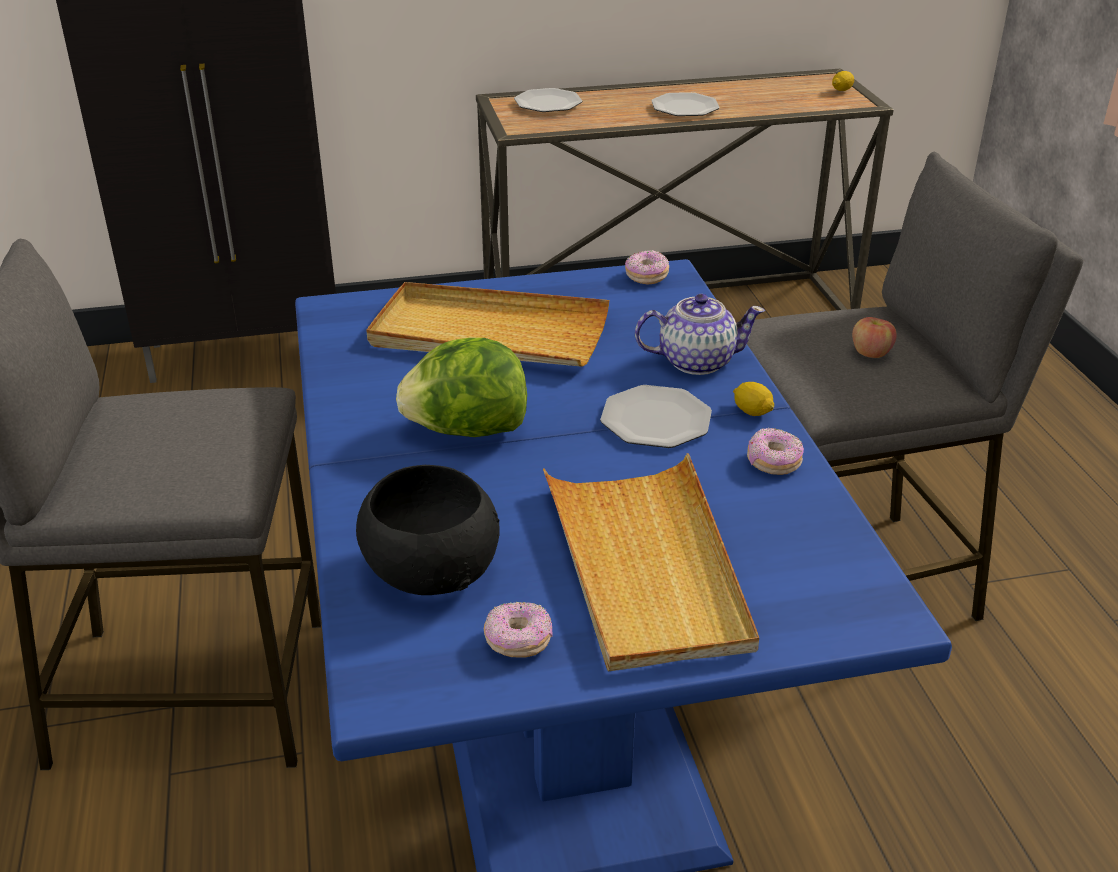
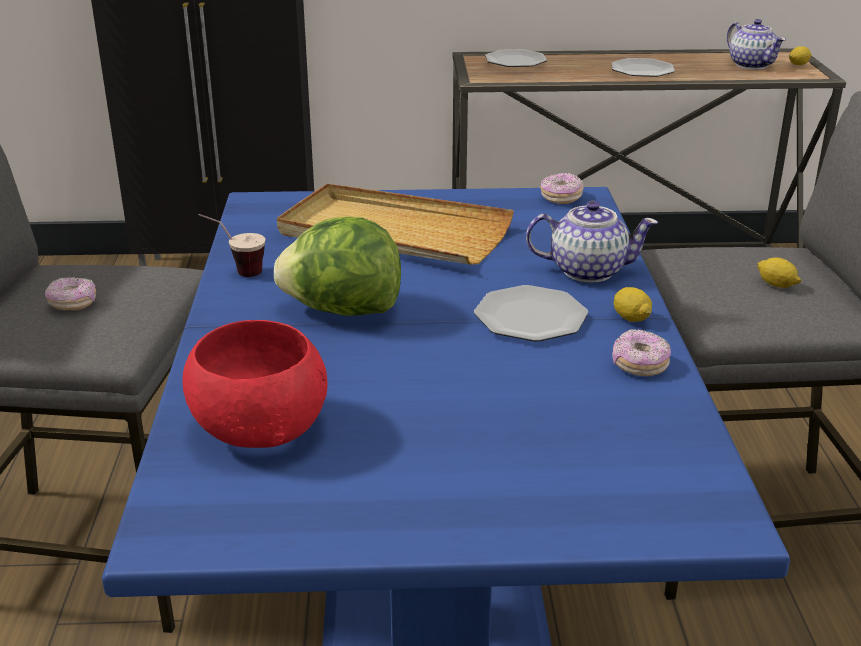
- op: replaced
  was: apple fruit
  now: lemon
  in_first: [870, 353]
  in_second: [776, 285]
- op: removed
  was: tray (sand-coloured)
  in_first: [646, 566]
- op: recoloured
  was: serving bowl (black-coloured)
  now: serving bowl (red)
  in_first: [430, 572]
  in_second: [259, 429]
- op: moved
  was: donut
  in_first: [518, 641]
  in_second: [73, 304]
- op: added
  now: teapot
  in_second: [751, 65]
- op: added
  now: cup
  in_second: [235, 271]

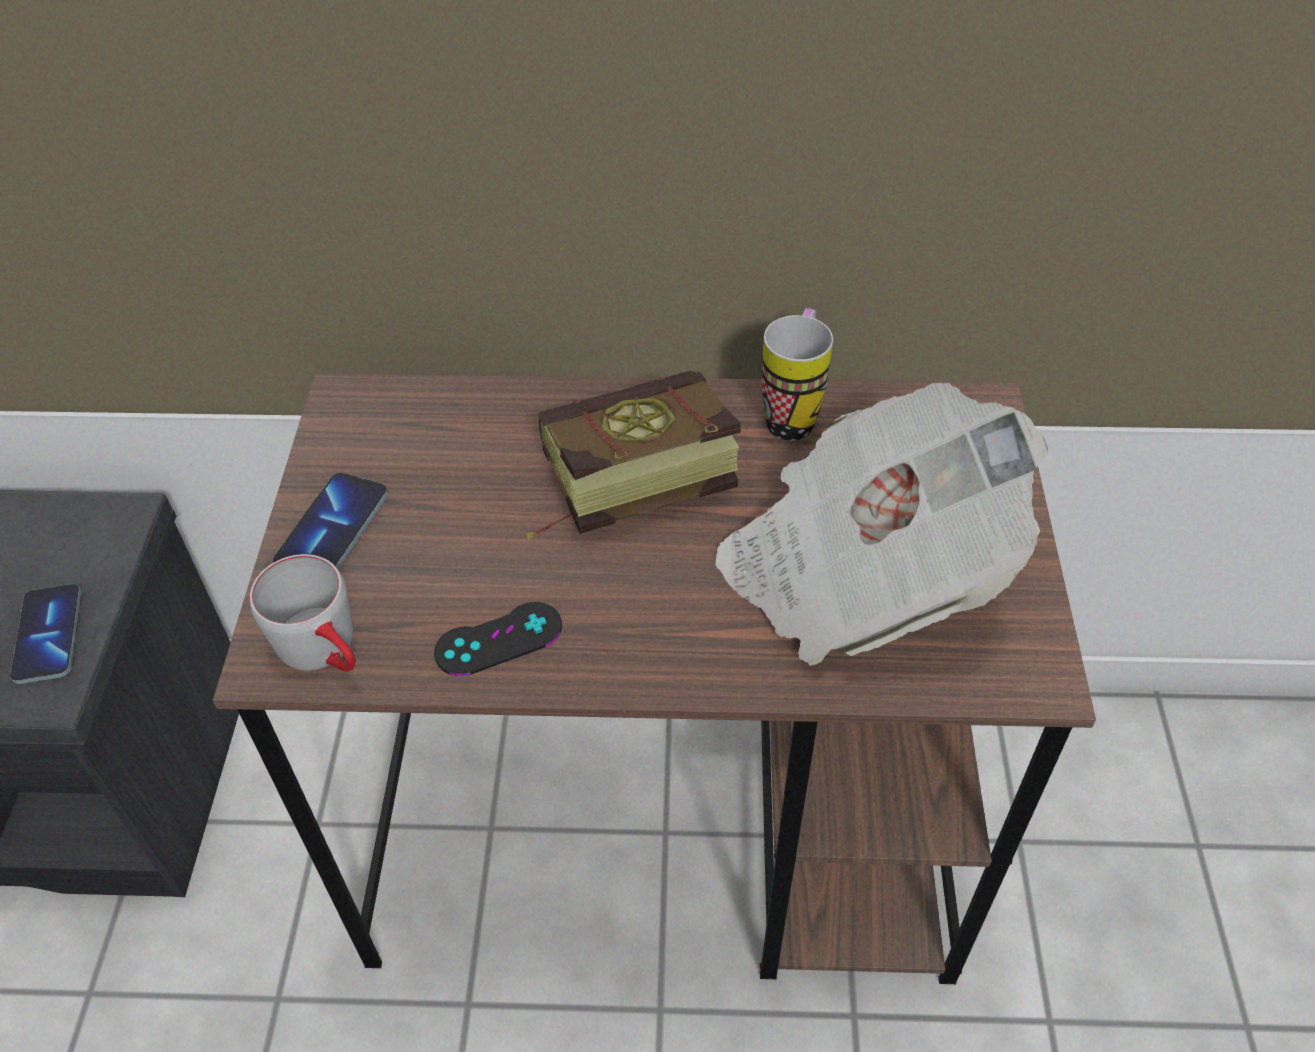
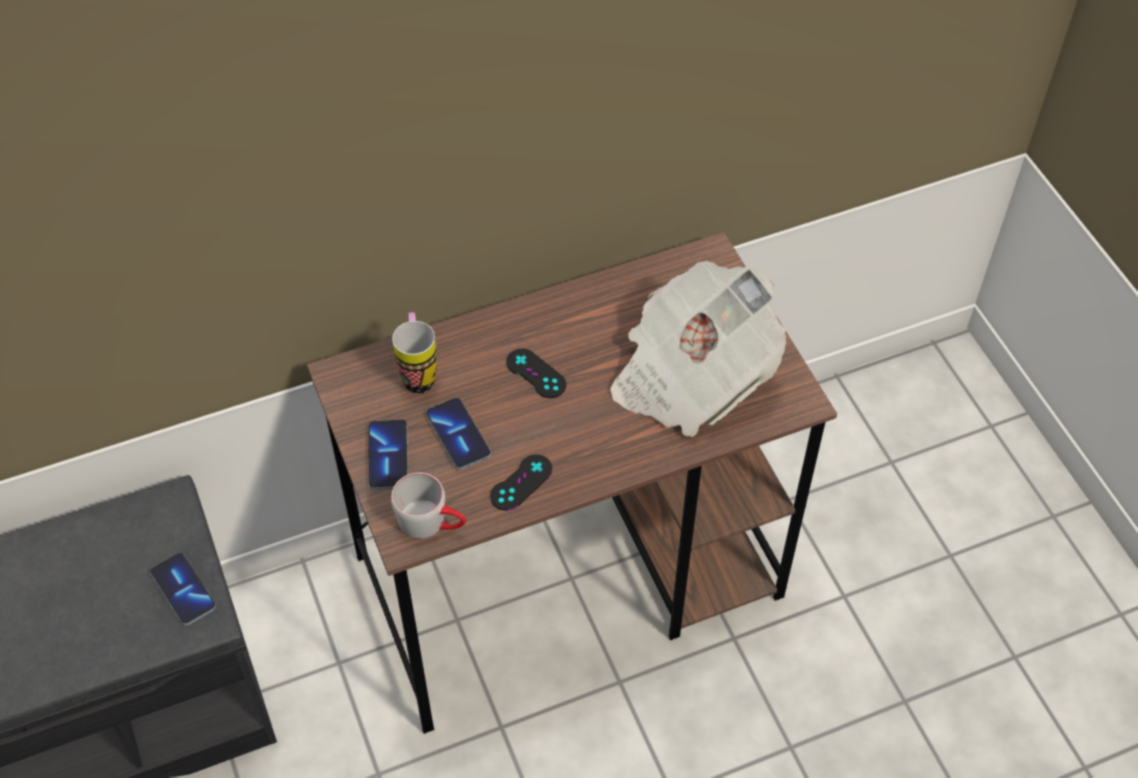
- op: moved
  was: coffee mug
  in_first: [793, 413]
  in_second: [418, 373]
- op: replaced
  was: volume
  now: game controller (black-coloured)
  in_first: [619, 487]
  in_second: [536, 373]
- op: added
  now: phone
  in_second: [458, 435]

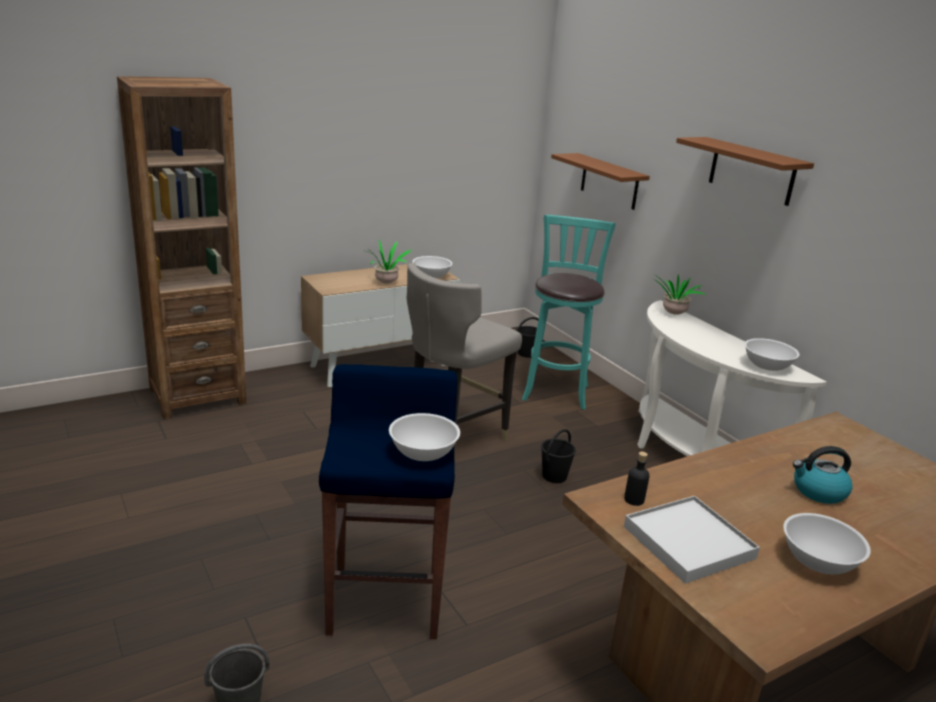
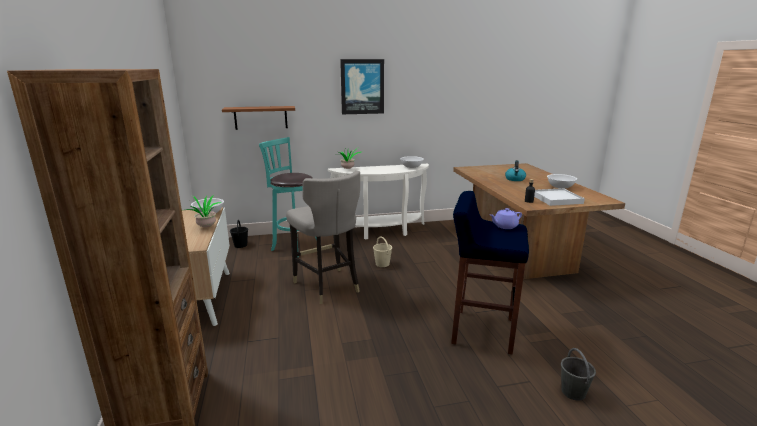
- op: replaced
  was: wall shelf (brown)
  now: wall art
  in_first: [751, 171]
  in_second: [362, 87]
- op: replaced
  was: serving bowl (white-coloured)
  now: teapot (purple)
  in_first: [423, 453]
  in_second: [504, 226]
- op: recoloured
  was: bucket (black-coloured)
  now: bucket (sand-coloured)
  in_first: [554, 476]
  in_second: [382, 264]

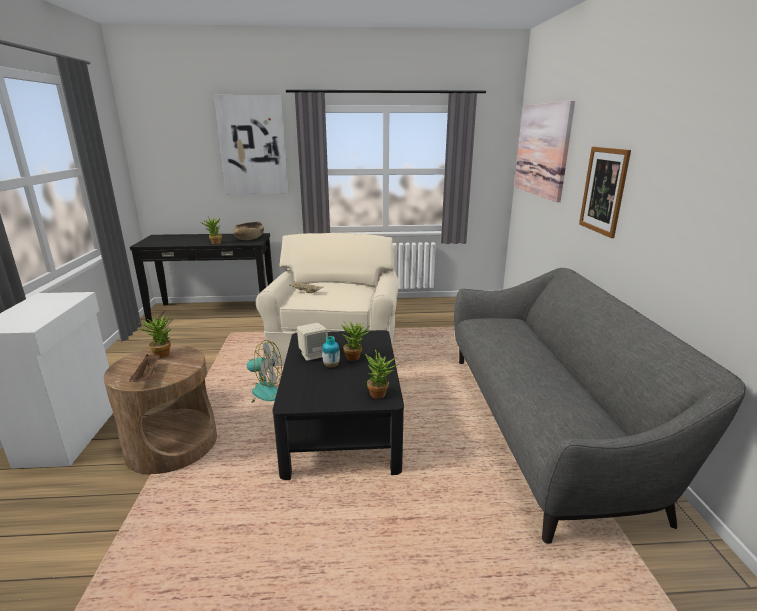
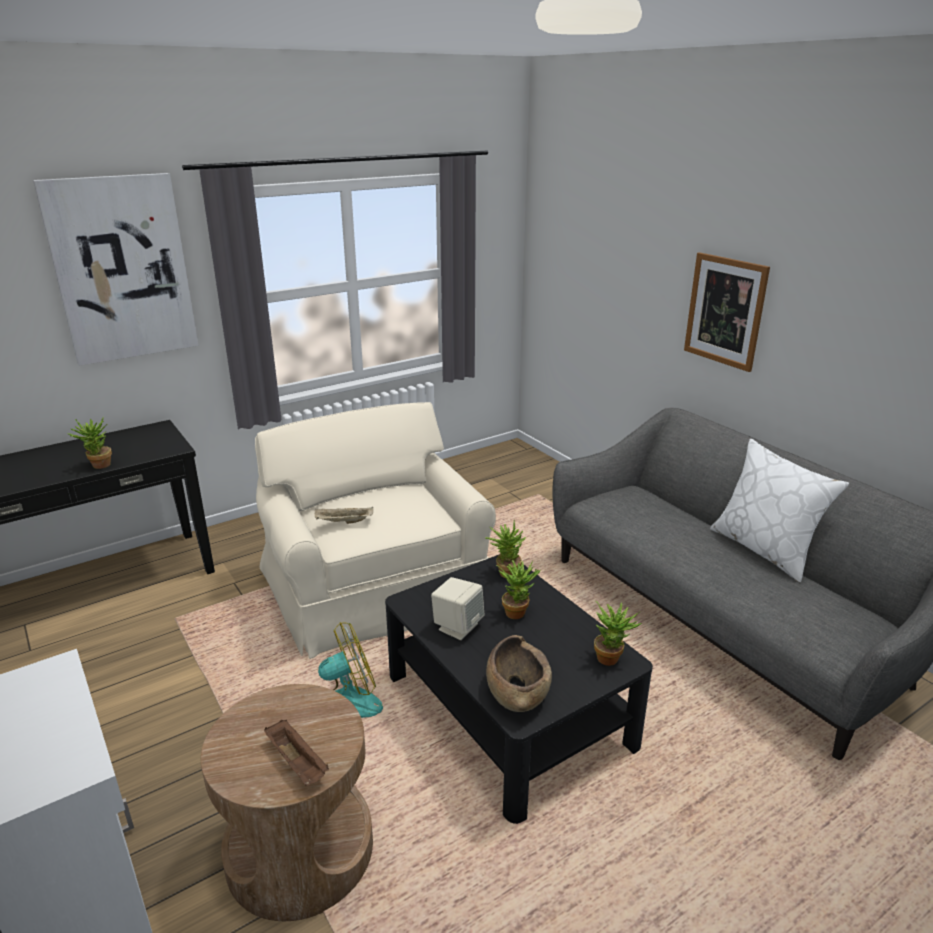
- op: removed
  was: wall art
  in_first: [542, 150]
- op: moved
  was: serving bowl (brown)
  in_first: [249, 238]
  in_second: [517, 690]
- op: moved
  was: potted plant
  in_first: [162, 353]
  in_second: [505, 572]
- op: removed
  was: decorative vase
  in_first: [331, 365]
- op: added
  now: throw pillow (white-coloured)
  in_second: [765, 549]

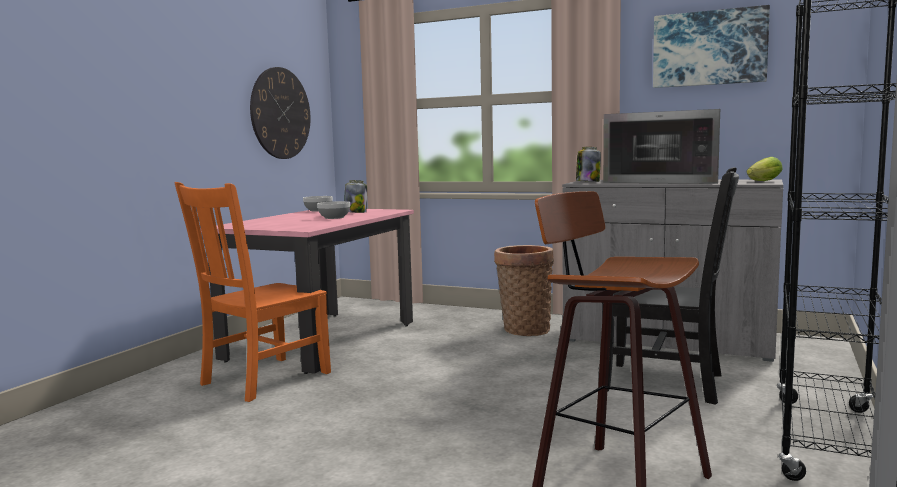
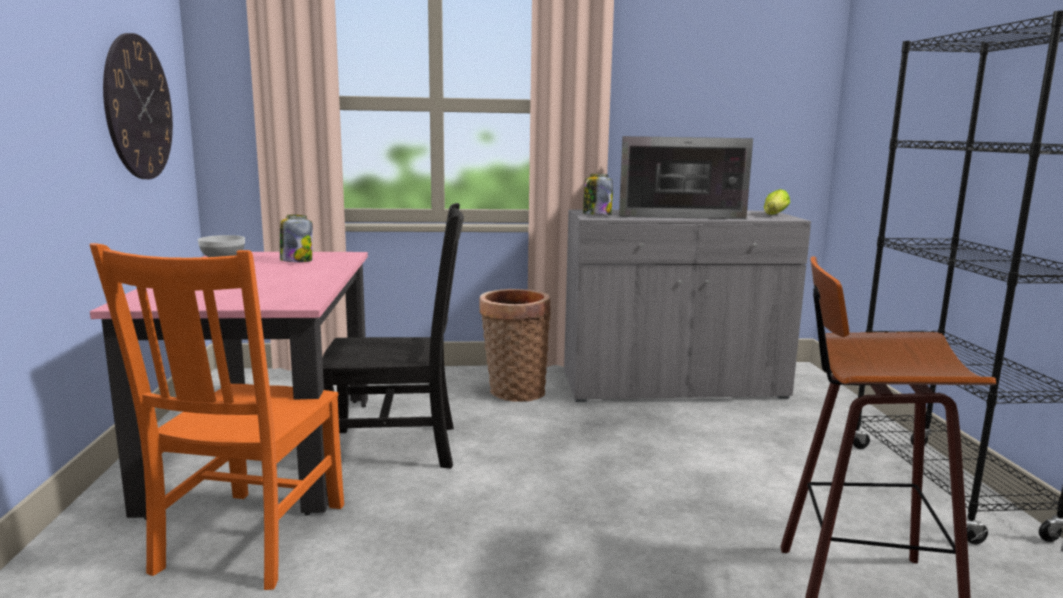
- op: removed
  was: wall art
  in_first: [709, 48]
- op: moved
  was: upright chair (black-coloured)
  in_first: [667, 383]
  in_second: [398, 448]
- op: removed
  was: serving bowl
  in_first: [334, 217]

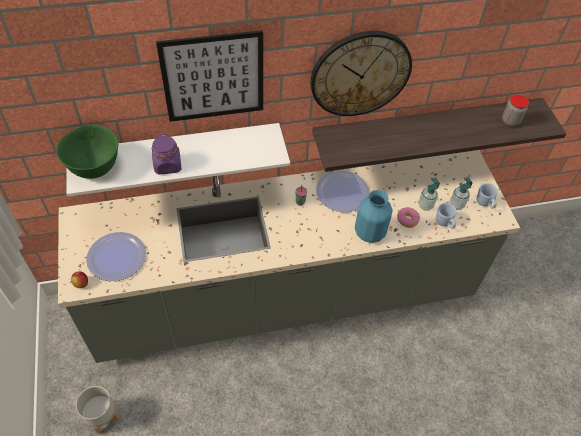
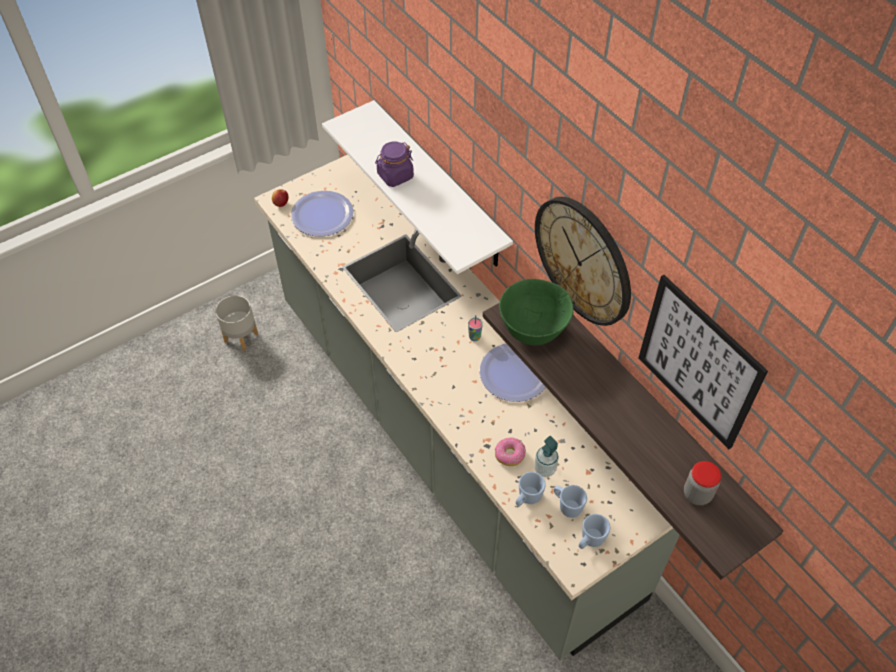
- op: moved
  was: wall art
  in_first: [213, 77]
  in_second: [698, 363]
- op: moved
  was: serving bowl (greenish)
  in_first: [94, 167]
  in_second: [534, 329]
- op: replaced
  was: soap bottle
  now: coffee mug (blue)
  in_first: [456, 205]
  in_second: [567, 506]
- op: removed
  was: decorative vase (blue)
  in_first: [370, 233]

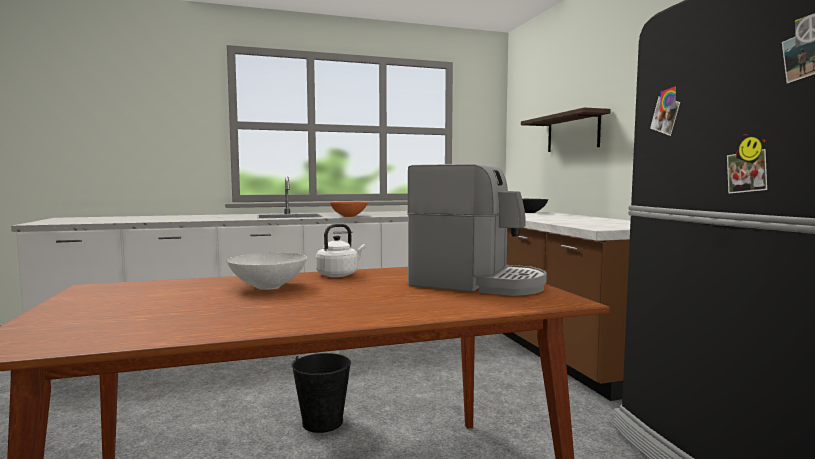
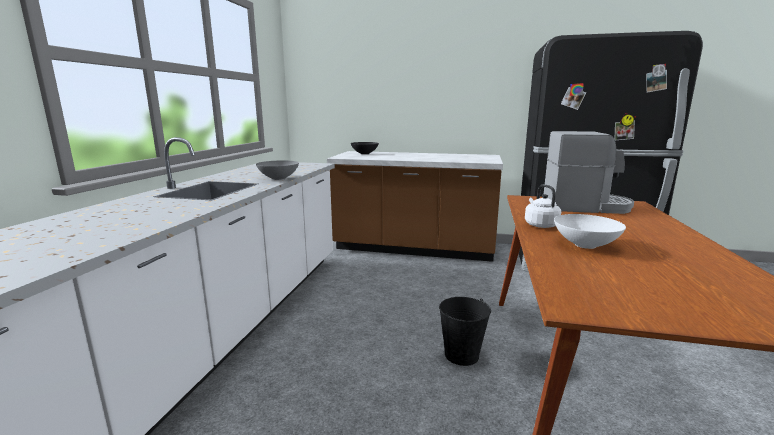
- op: removed
  was: wall shelf
  in_first: [573, 133]
- op: turned
  was: coffee brewer
  in_first: [477, 283]
  in_second: [585, 206]
  clockwise: 45
- op: recoloured
  was: serving bowl (orange-coloured)
  now: serving bowl (grey)
  in_first: [348, 216]
  in_second: [278, 178]

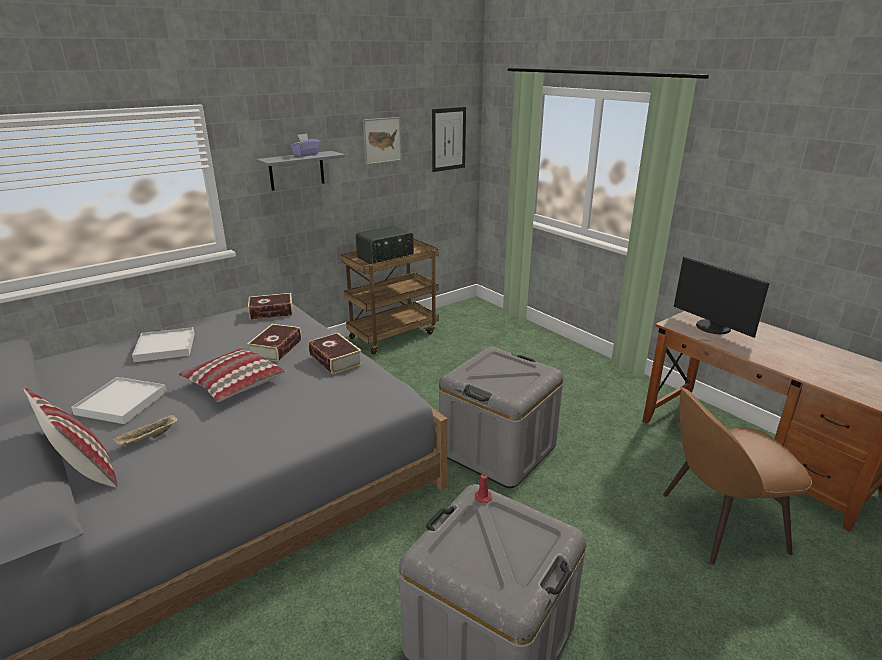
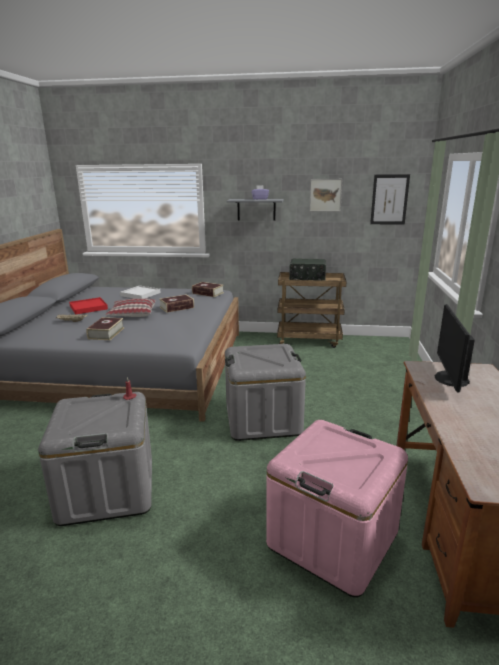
- op: moved
  was: volume
  in_first: [335, 359]
  in_second: [106, 333]
- op: recoloured
  was: tray (white-coloured)
  now: tray (red)
  in_first: [122, 403]
  in_second: [88, 307]
- op: replaced
  was: upright chair (brown)
  now: storage box (pink-coloured)
  in_first: [718, 523]
  in_second: [332, 538]
- op: removed
  was: throw pillow
  in_first: [85, 471]

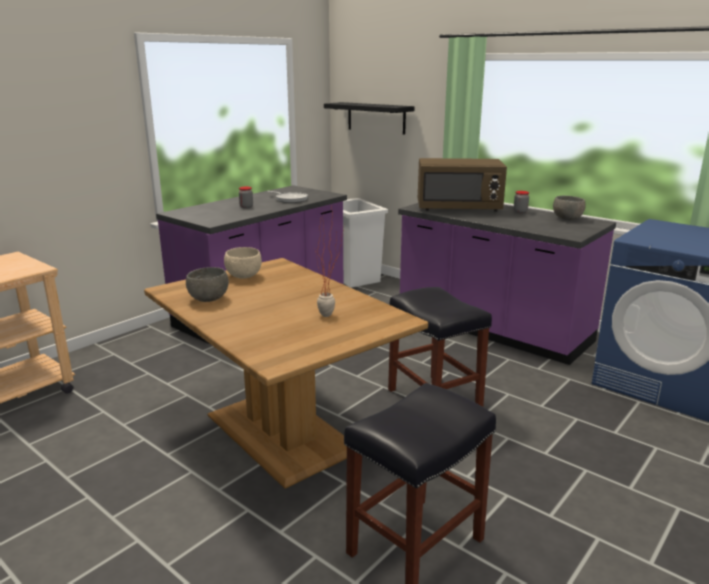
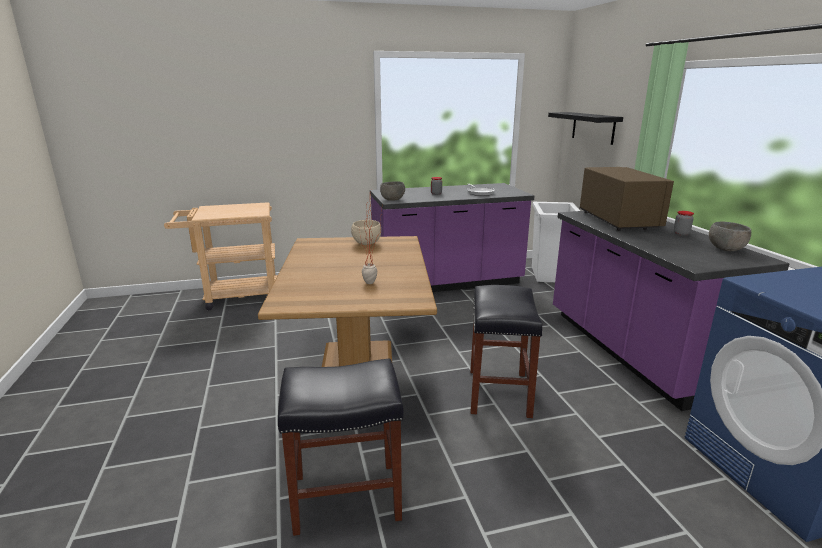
- op: turned
  was: kitchen microwave (brown)
  in_first: [458, 208]
  in_second: [617, 221]
  clockwise: -135
- op: moved
  was: serving bowl (grey)
  in_first: [209, 299]
  in_second: [393, 200]

